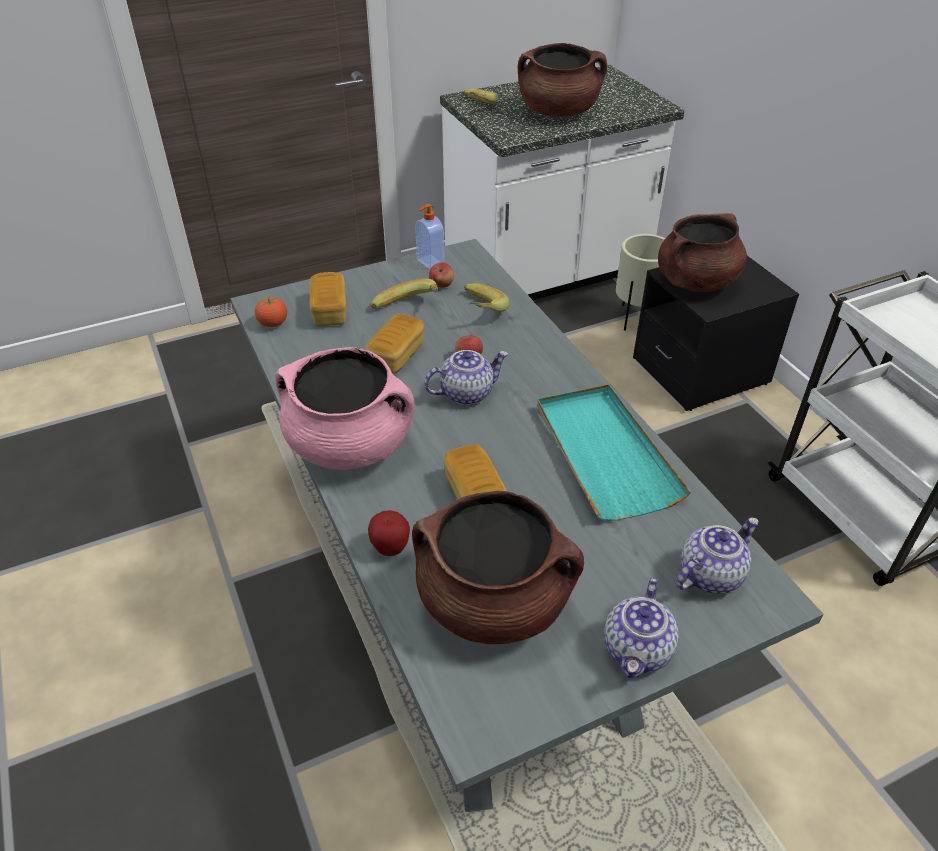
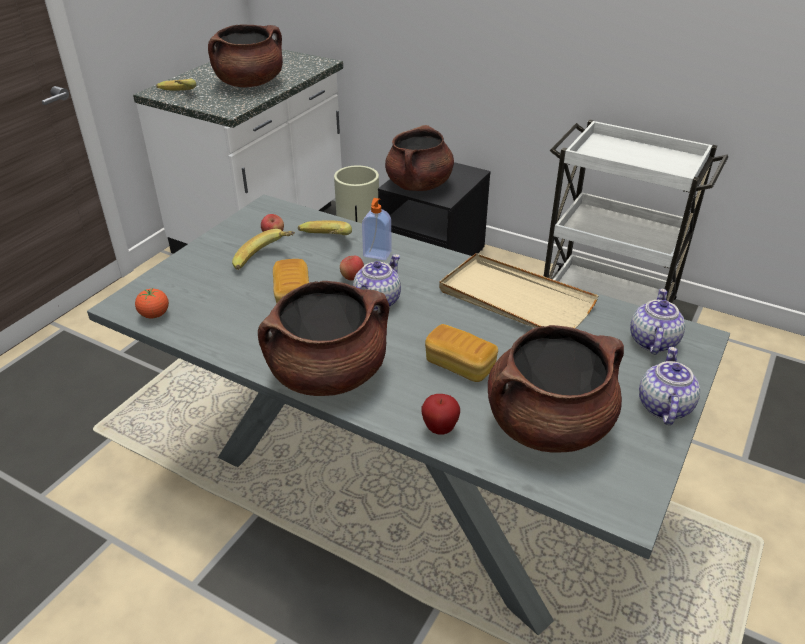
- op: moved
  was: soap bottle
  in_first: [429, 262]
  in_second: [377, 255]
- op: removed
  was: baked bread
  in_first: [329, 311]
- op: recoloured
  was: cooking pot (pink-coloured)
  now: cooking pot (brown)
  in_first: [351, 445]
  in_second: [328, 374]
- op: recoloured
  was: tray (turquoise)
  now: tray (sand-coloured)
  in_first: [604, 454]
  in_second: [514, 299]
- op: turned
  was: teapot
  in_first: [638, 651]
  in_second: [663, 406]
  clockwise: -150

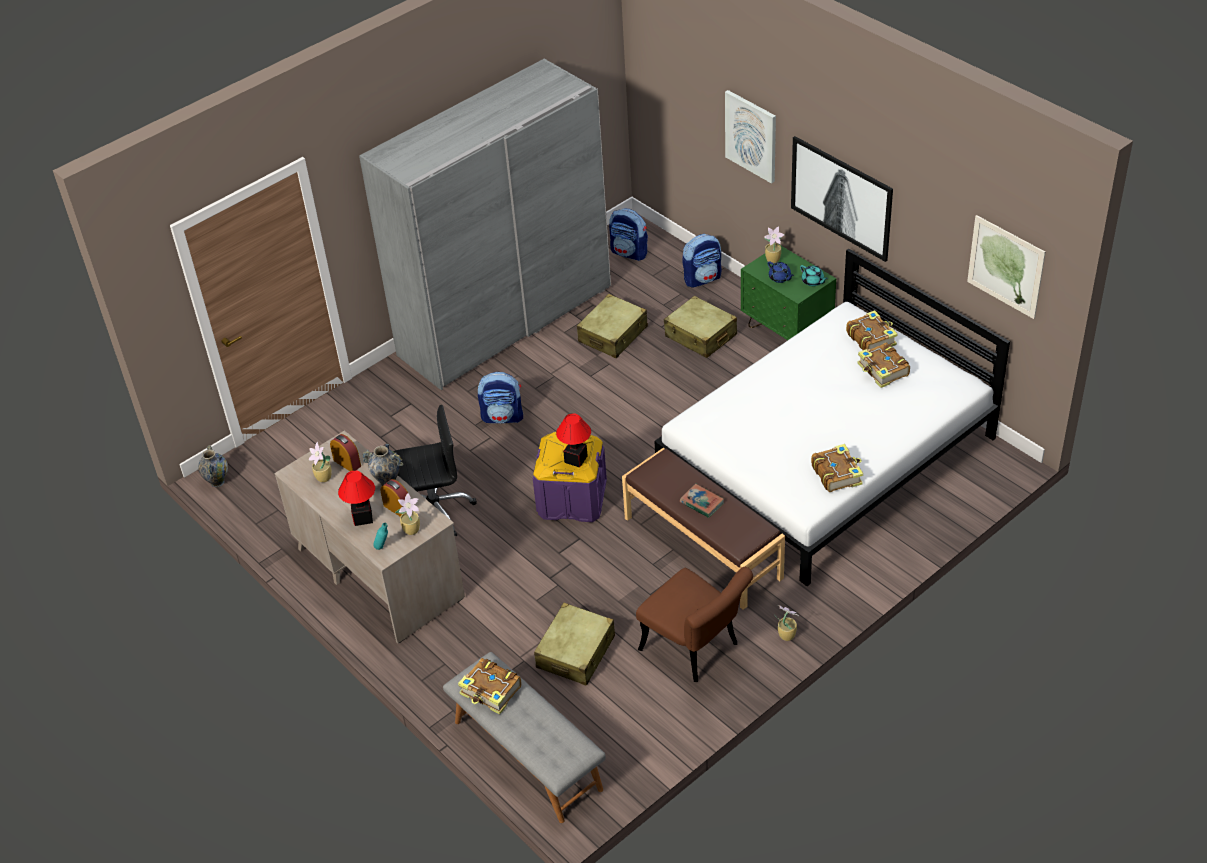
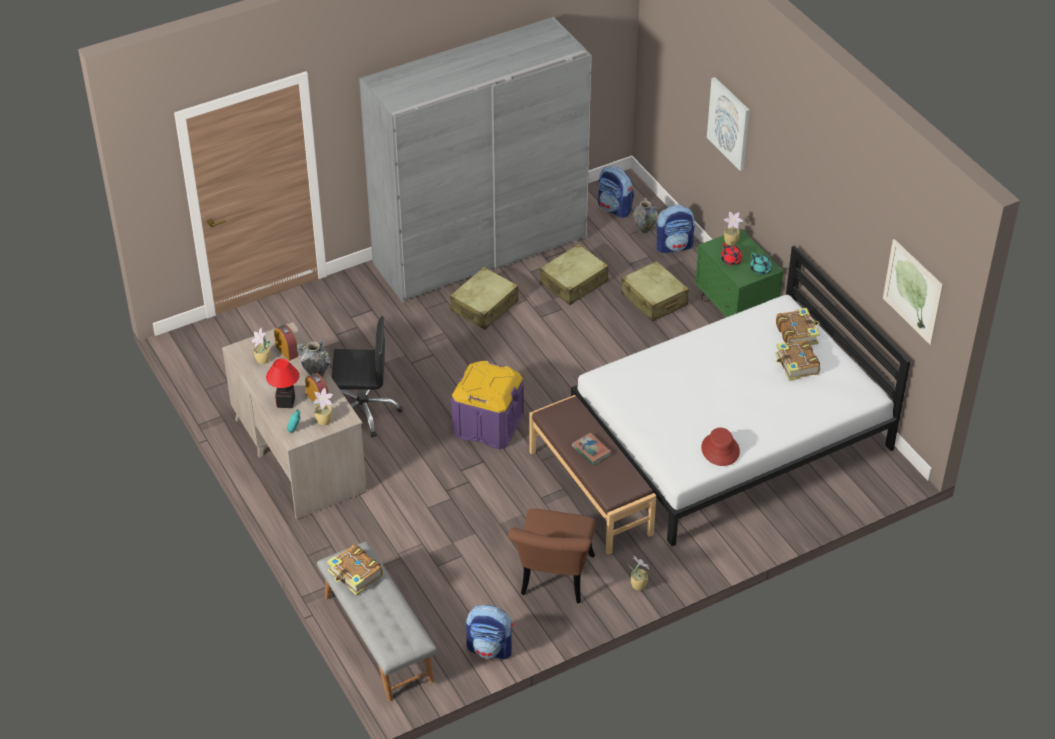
- op: removed
  was: wall art
  in_first: [841, 198]
- op: recoloured
  was: teapot (blue)
  now: teapot (red)
  in_first: [780, 278]
  in_second: [731, 260]
- op: moved
  was: rucksack
  in_first: [503, 417]
  in_second: [490, 648]
- op: removed
  was: lamp for a table
  in_first: [576, 459]
- op: replaced
  was: volume
  now: wearable hat (red)
  in_first: [837, 474]
  in_second: [720, 450]
- op: moved
  was: decorative vase
  in_first: [217, 482]
  in_second: [644, 230]
- op: turned
  was: upright chair (brown)
  in_first: [696, 650]
  in_second: [554, 580]
  clockwise: 45
- op: moved
  was: travel case (sand-coloured)
  in_first: [576, 652]
  in_second: [484, 306]

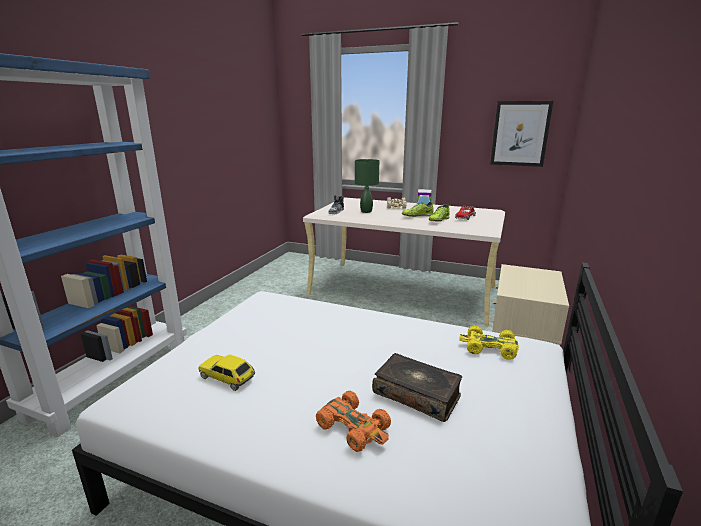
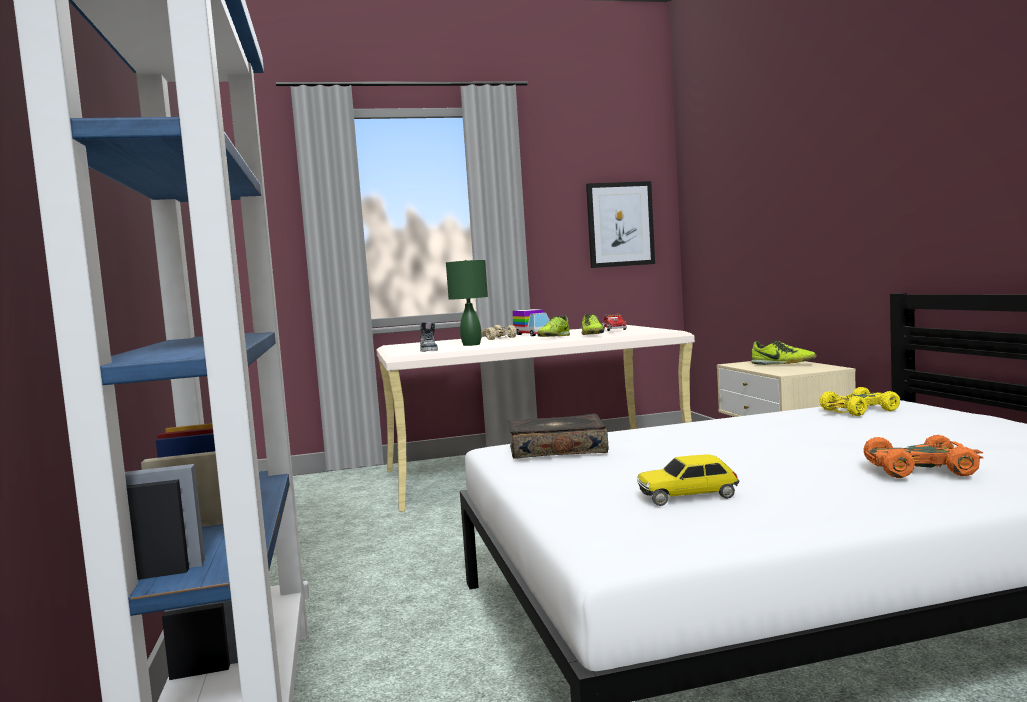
- op: moved
  was: volume
  in_first: [417, 394]
  in_second: [557, 449]
- op: added
  now: low shoe
  in_second: [782, 364]

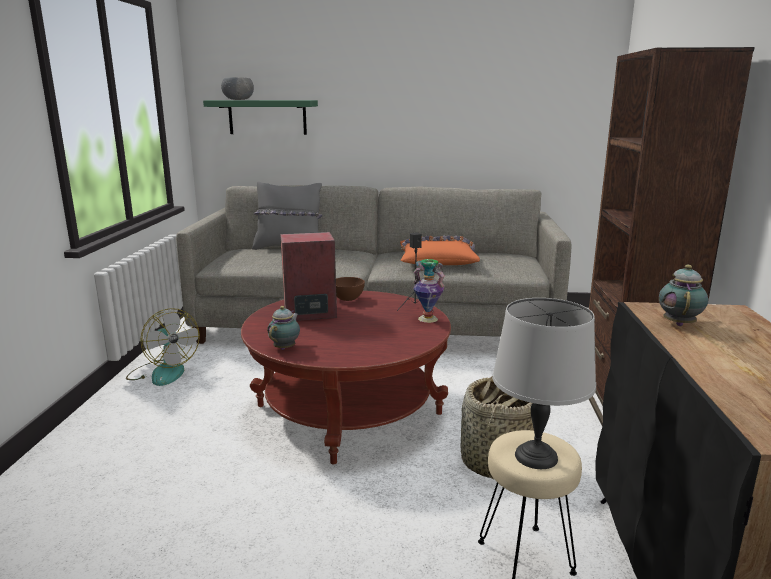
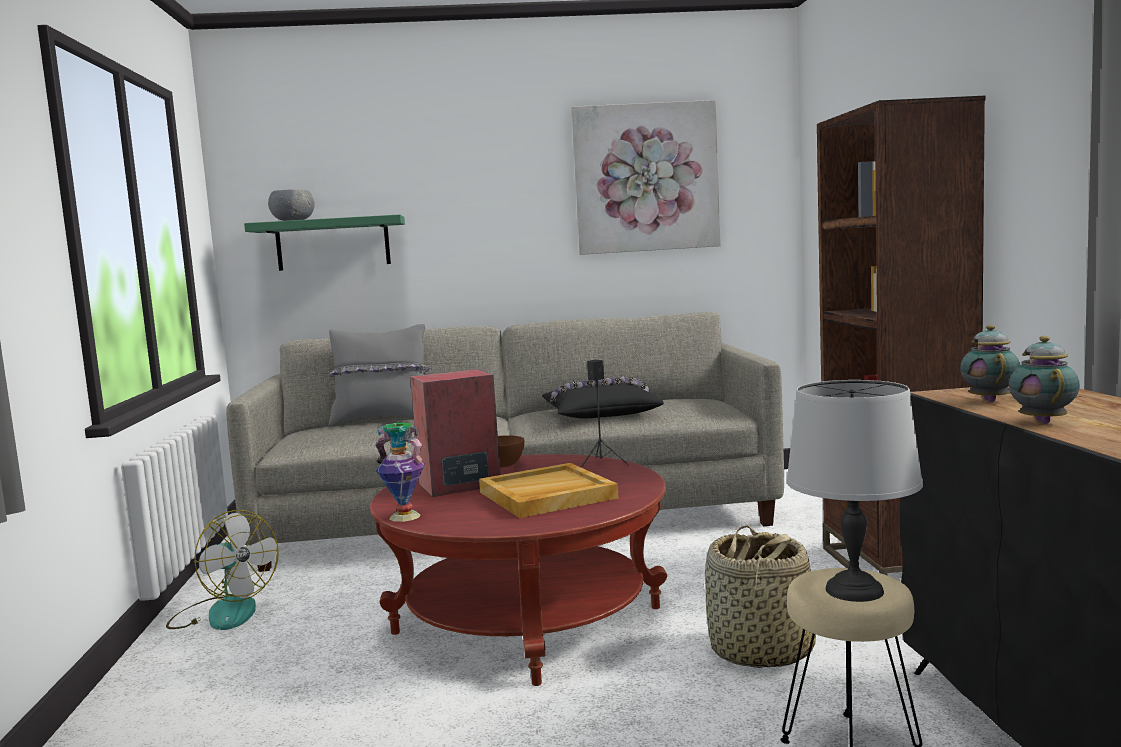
- op: recoloured
  was: throw pillow (orange-coloured)
  now: throw pillow (black-coloured)
  in_first: [437, 260]
  in_second: [600, 413]
- op: moved
  was: decorative vase
  in_first: [427, 319]
  in_second: [404, 517]
- op: moved
  was: teapot
  in_first: [285, 347]
  in_second: [1042, 421]
- op: added
  now: wall art
  in_second: [646, 178]
- op: added
  now: tray (sand-coloured)
  in_second: [546, 495]

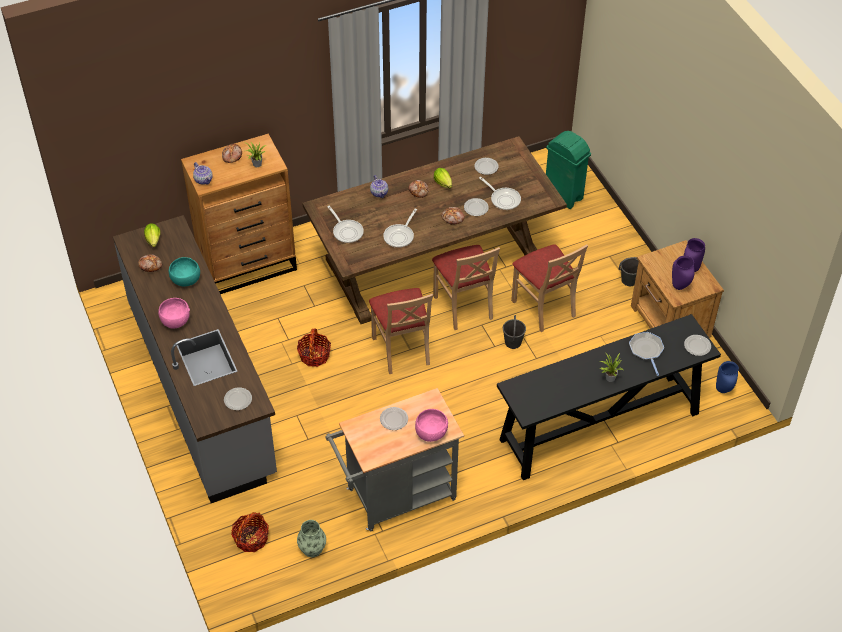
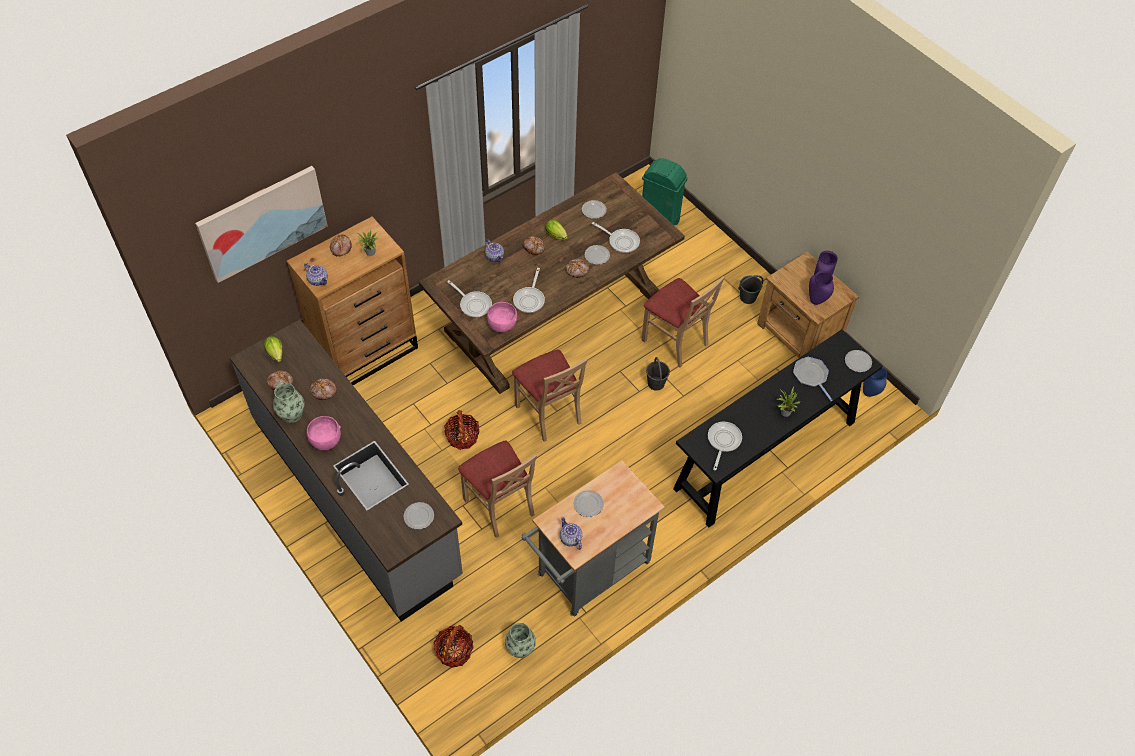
- op: moved
  was: upright chair (sand-coloured)
  in_first: [464, 306]
  in_second: [500, 506]
- op: replaced
  was: serving bowl (turquoise)
  now: baked bread
  in_first: [186, 280]
  in_second: [323, 391]
- op: moved
  was: serving bowl (pink-coloured)
  in_first: [431, 433]
  in_second: [502, 324]
- op: added
  now: wall art
  in_second: [262, 222]
- op: added
  now: decorative vase
  in_second: [291, 414]
- op: added
  now: pan
  in_second: [723, 441]
- op: added
  now: teapot
  in_second: [570, 539]

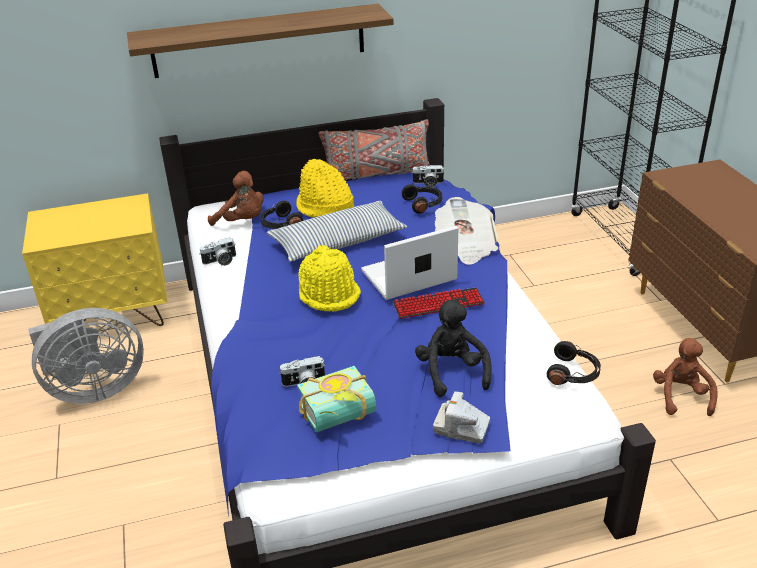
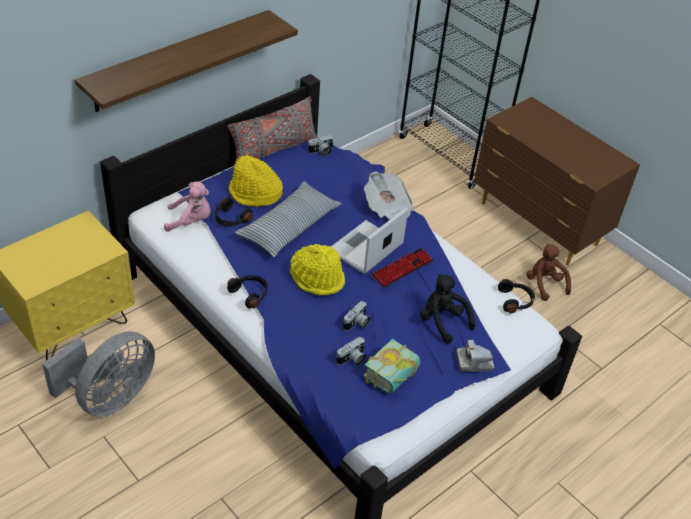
- op: recoloured
  was: soft toy (brown)
  now: soft toy (pink-coloured)
  in_first: [242, 221]
  in_second: [191, 221]
- op: moved
  was: headset (black-coloured)
  in_first: [423, 204]
  in_second: [250, 294]
- op: moved
  was: photo camera
  in_first: [220, 261]
  in_second: [357, 323]

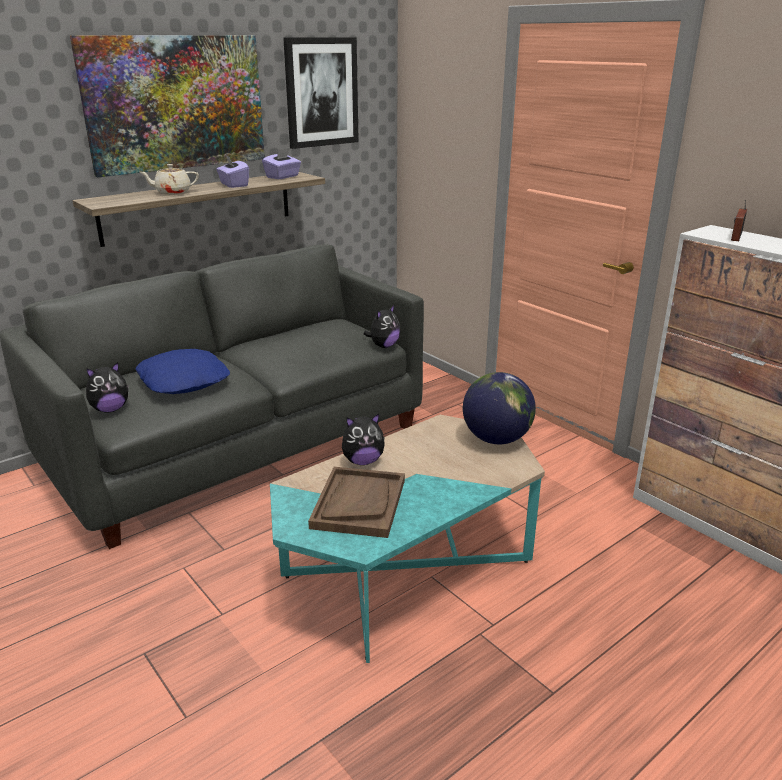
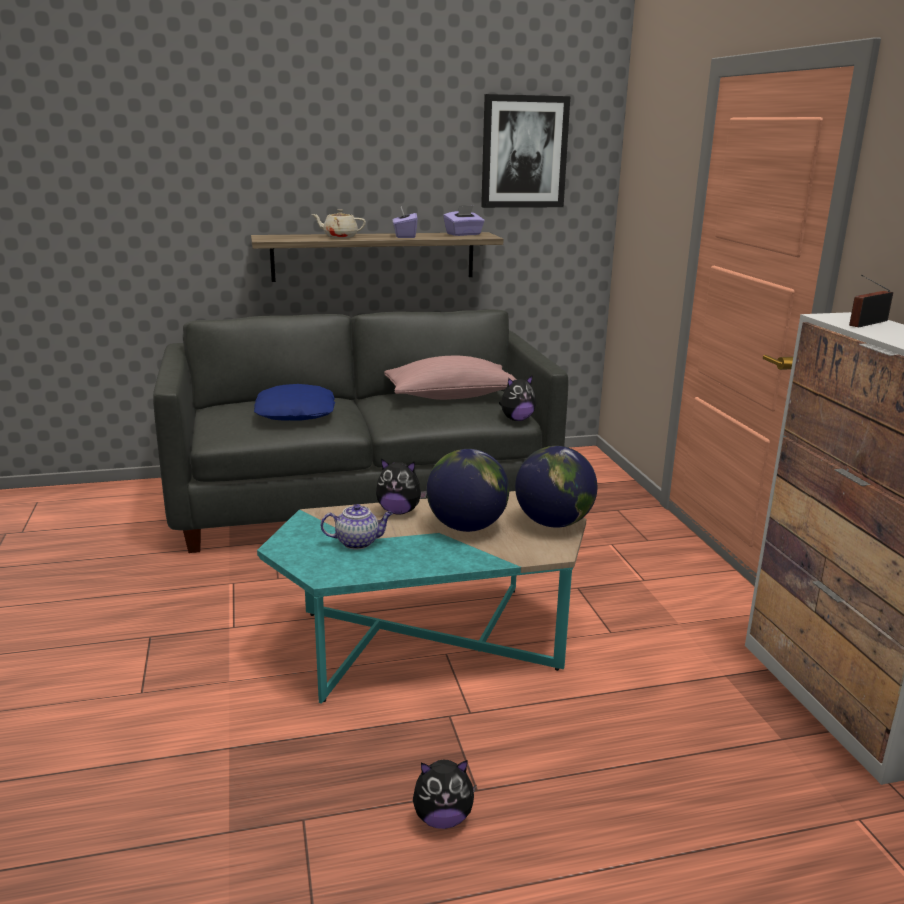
- op: removed
  was: wall art
  in_first: [176, 103]
- op: moved
  was: soft toy
  in_first: [110, 409]
  in_second: [442, 818]
- op: replaced
  was: tray (brown)
  now: teapot
  in_first: [358, 503]
  in_second: [358, 542]
- op: added
  now: throw pillow (pink-coloured)
  in_second: [450, 396]
- op: added
  now: globe
  in_second: [466, 527]

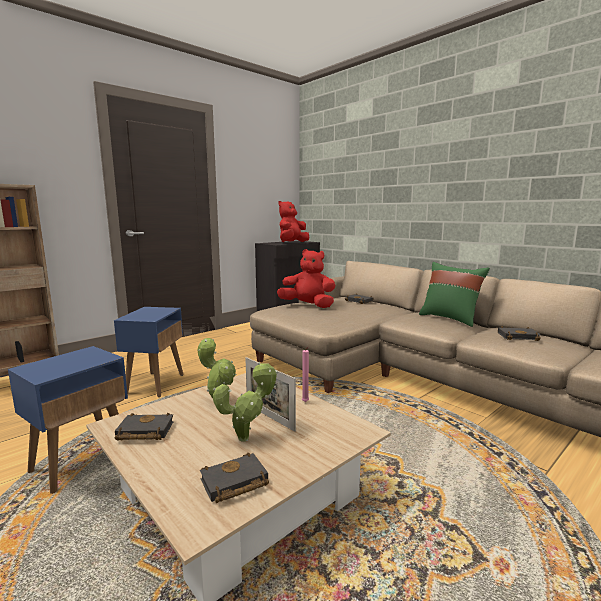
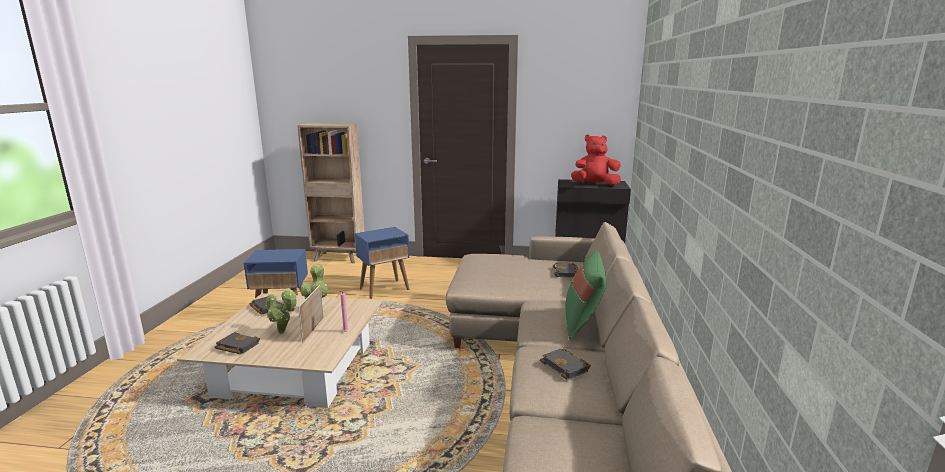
- op: removed
  was: soft toy (red)
  in_first: [308, 305]

